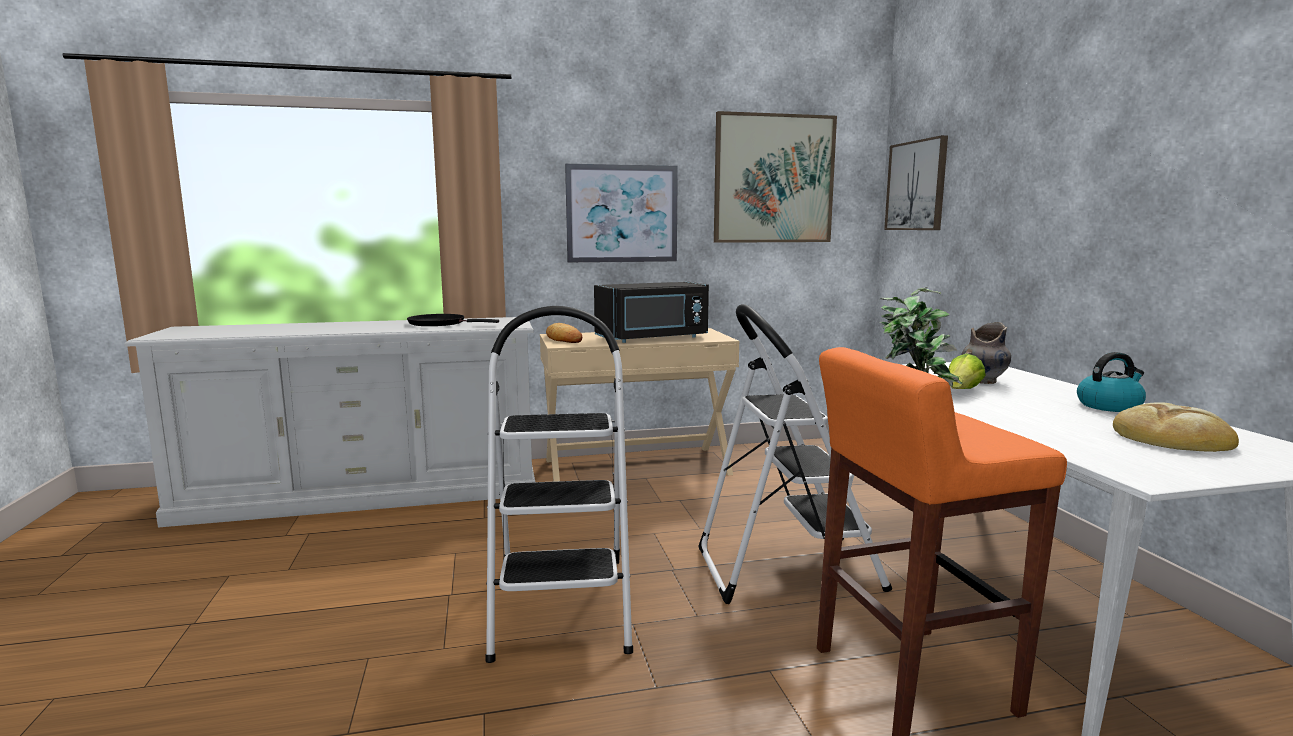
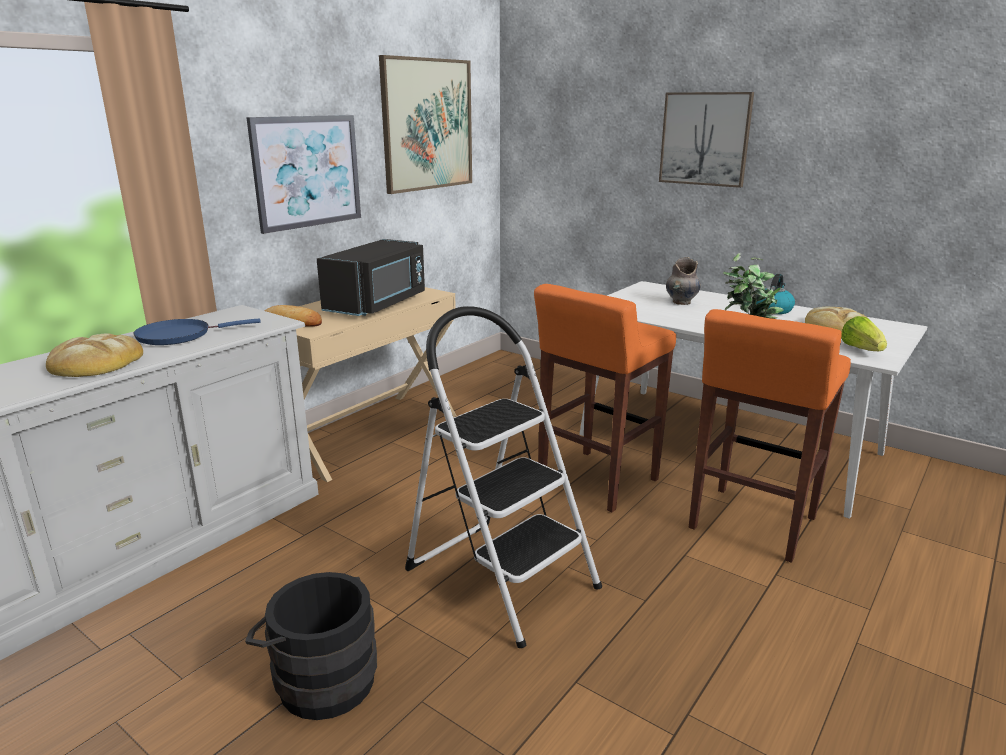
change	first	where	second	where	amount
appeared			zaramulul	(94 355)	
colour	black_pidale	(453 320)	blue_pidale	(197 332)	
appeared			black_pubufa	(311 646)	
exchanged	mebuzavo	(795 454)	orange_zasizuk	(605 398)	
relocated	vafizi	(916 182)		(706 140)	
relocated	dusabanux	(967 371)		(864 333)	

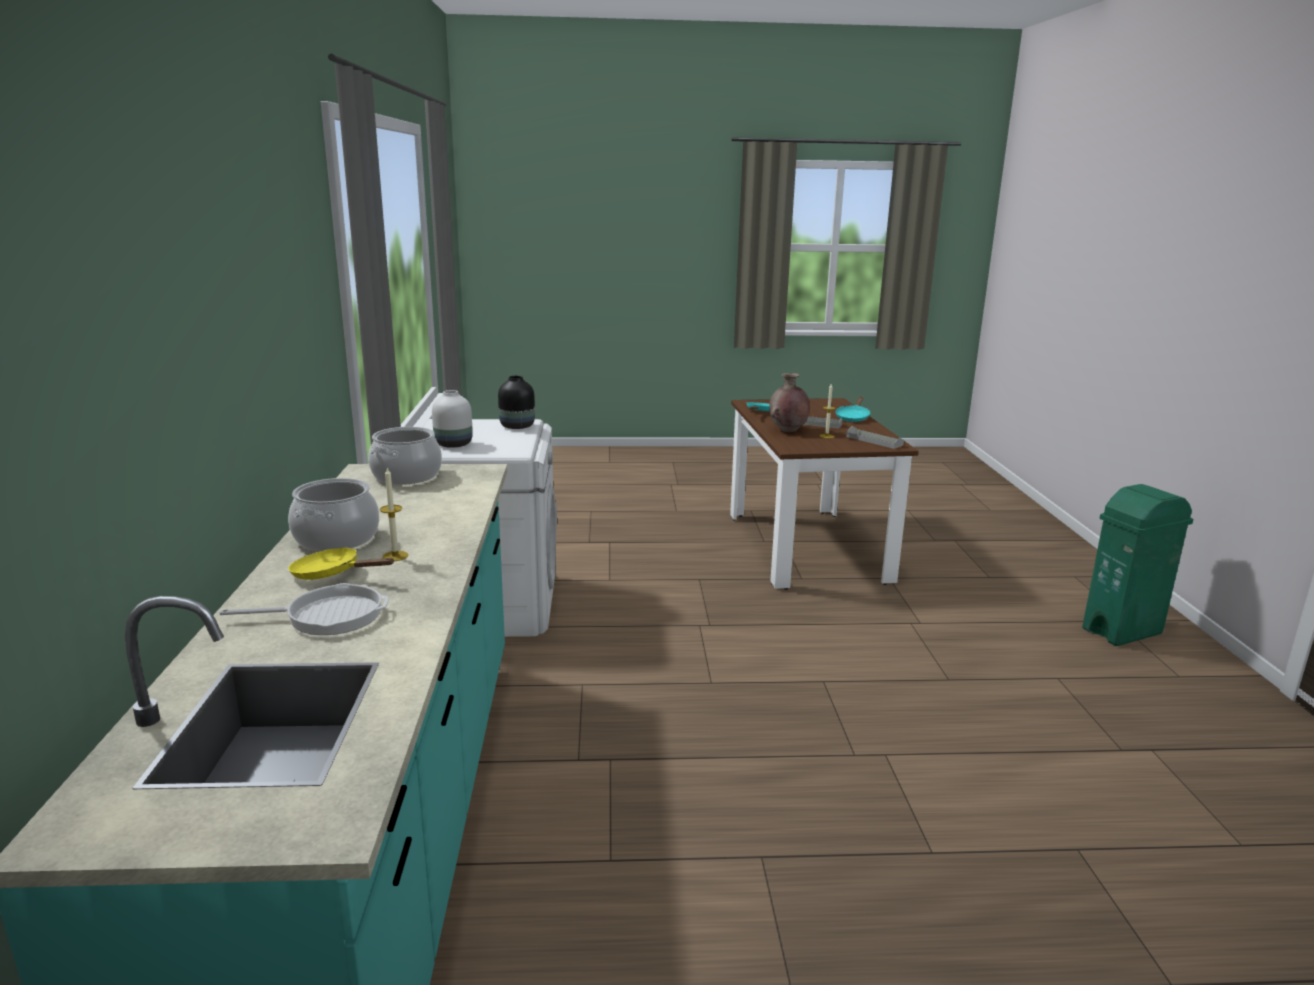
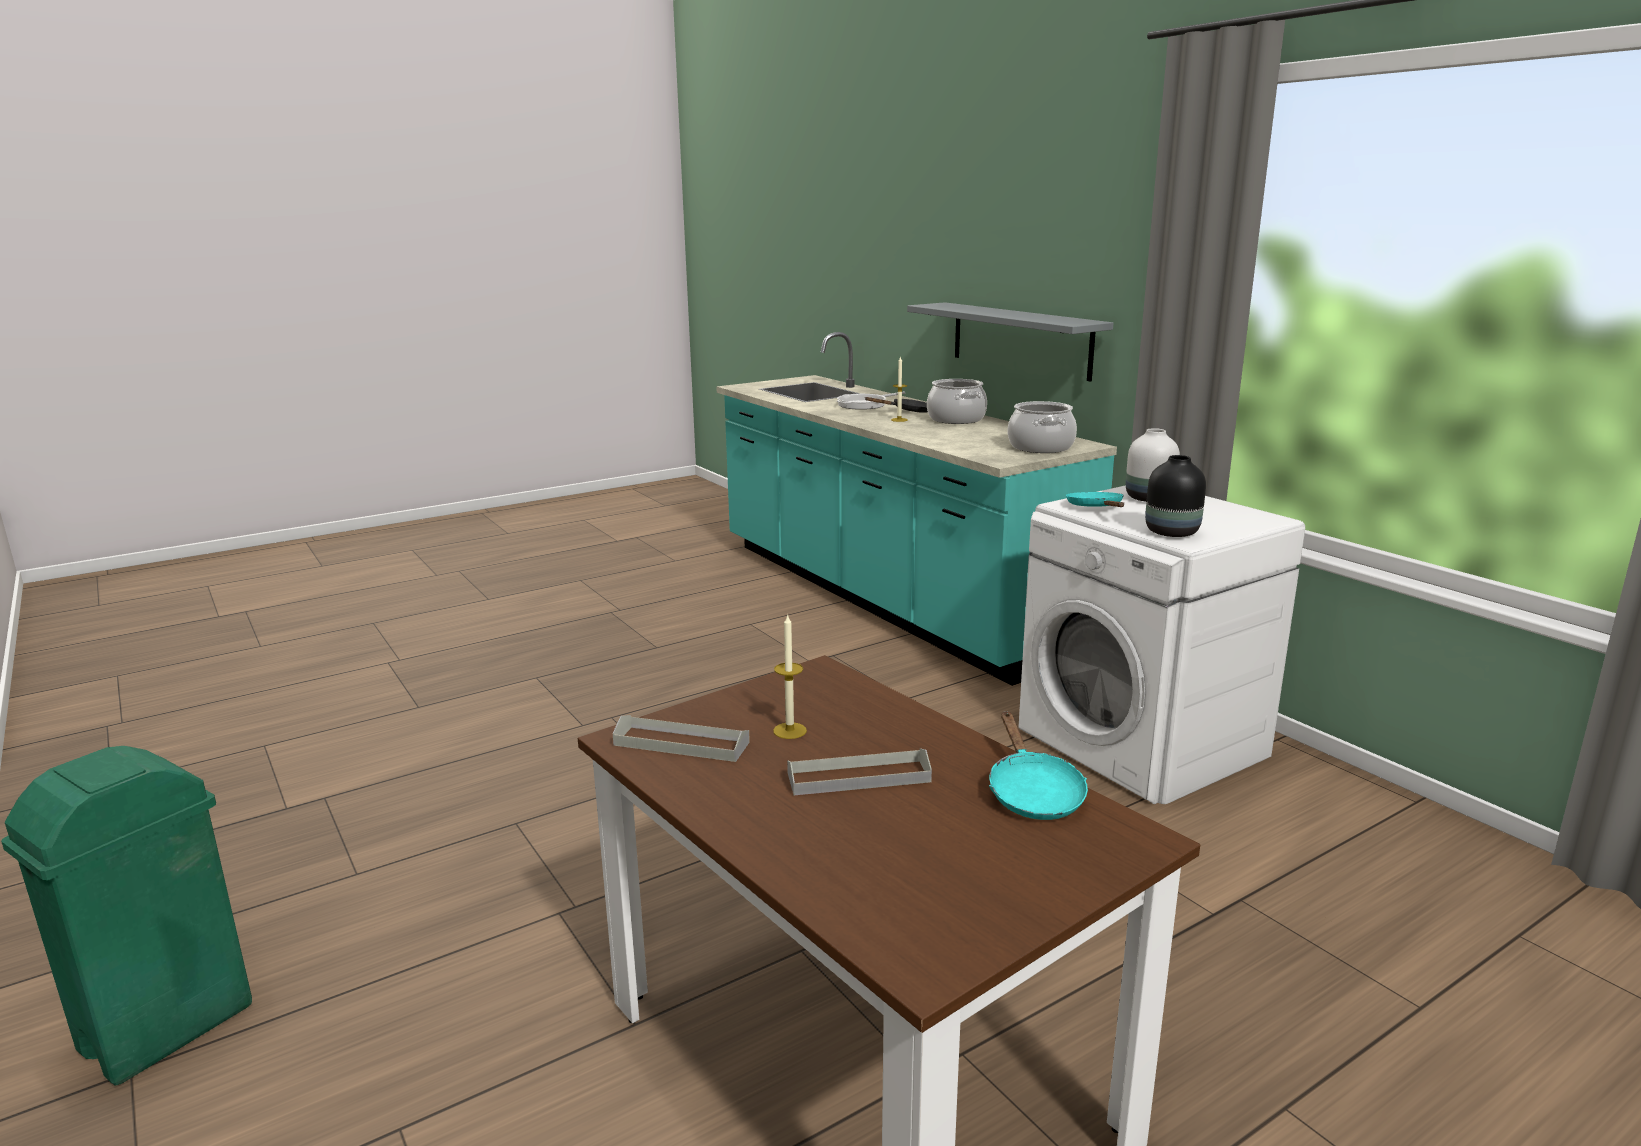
change	first	where	second	where	amount
colour	yellow_pidale	(341 563)	black_pidale	(896 405)	
appeared			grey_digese	(1010 342)	
relocated	turquoise_pidale	(852 409)		(1095 499)	
missing	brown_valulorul	(789 402)			

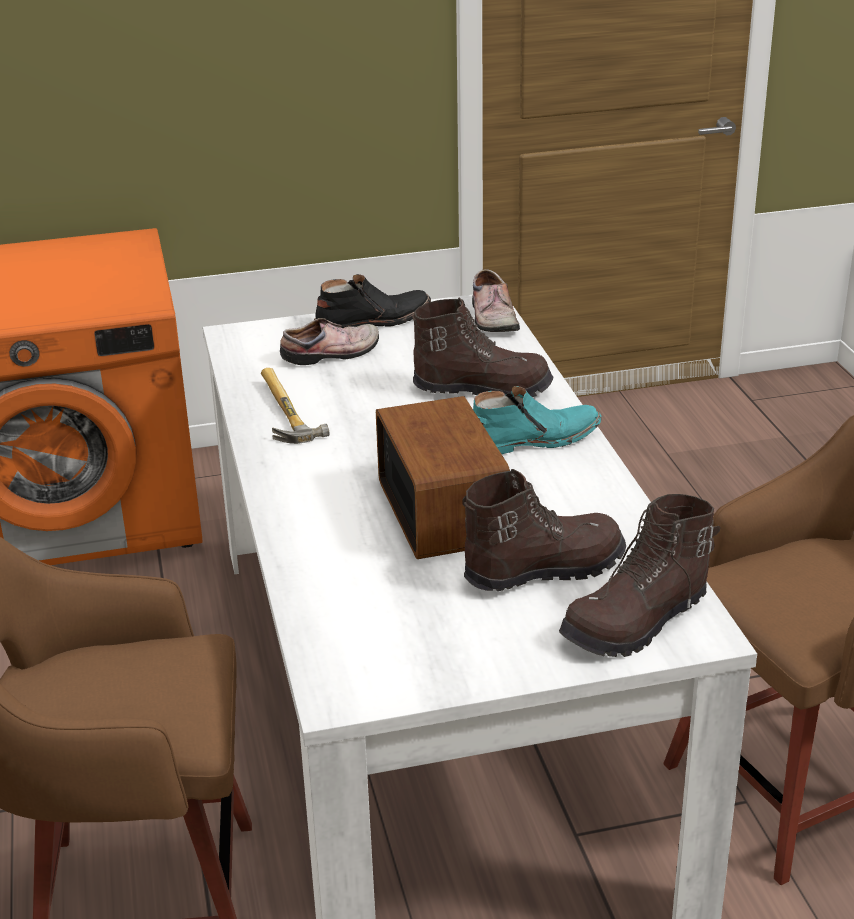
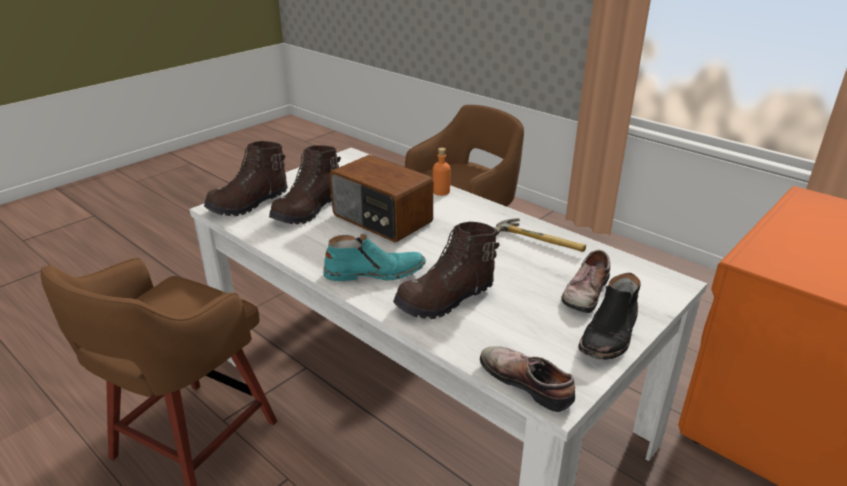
change	first	where	second	where	amount
spun	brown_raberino	(640 575)		(246 178)	150 degrees counterclockwise
spun	turquoise_raberino	(537 420)		(374 257)	135 degrees counterclockwise
appeared			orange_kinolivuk	(441 172)	

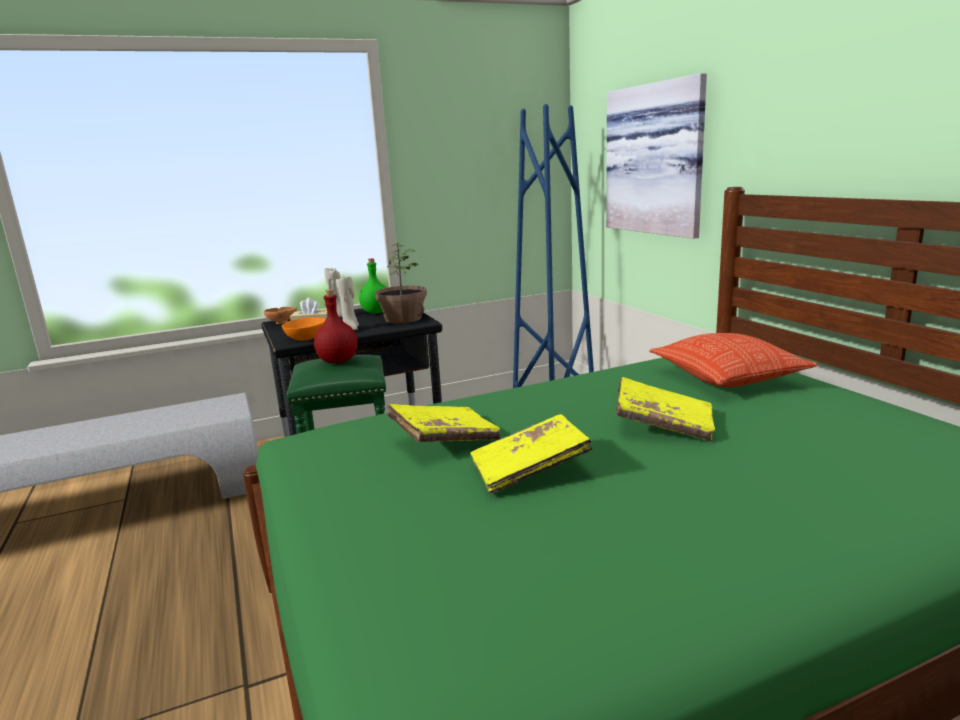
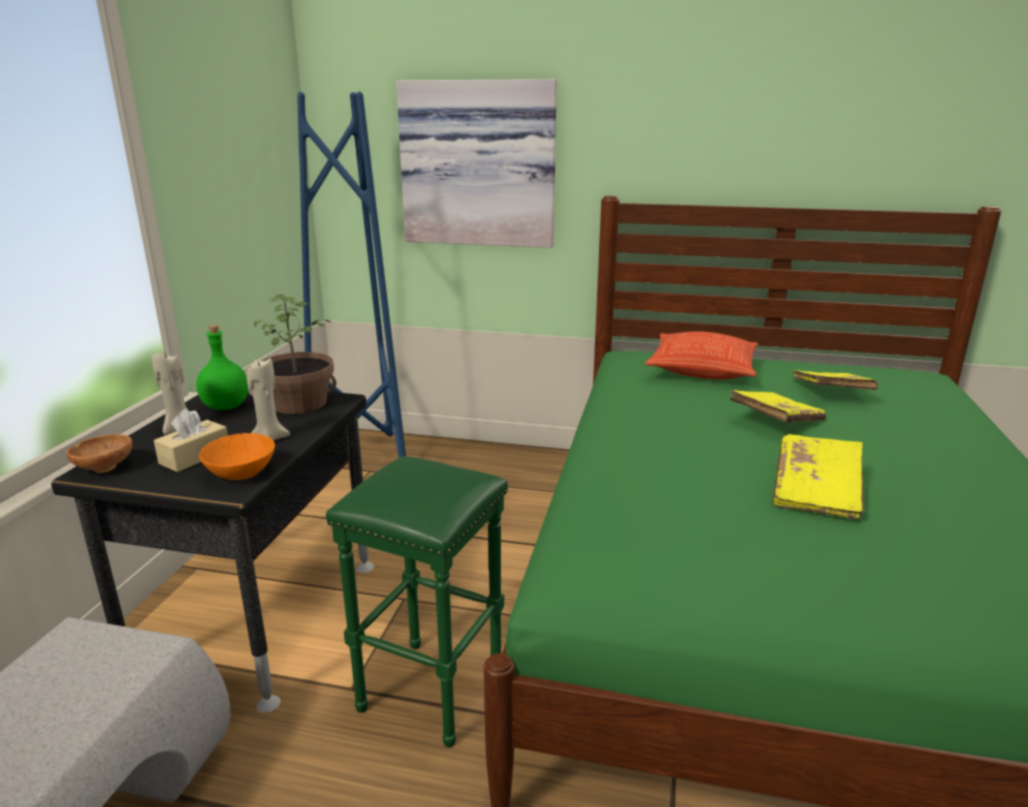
change	first	where	second	where	amount
relocated	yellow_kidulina	(443 423)		(835 380)	
missing	red_kinolivuk	(335 326)			

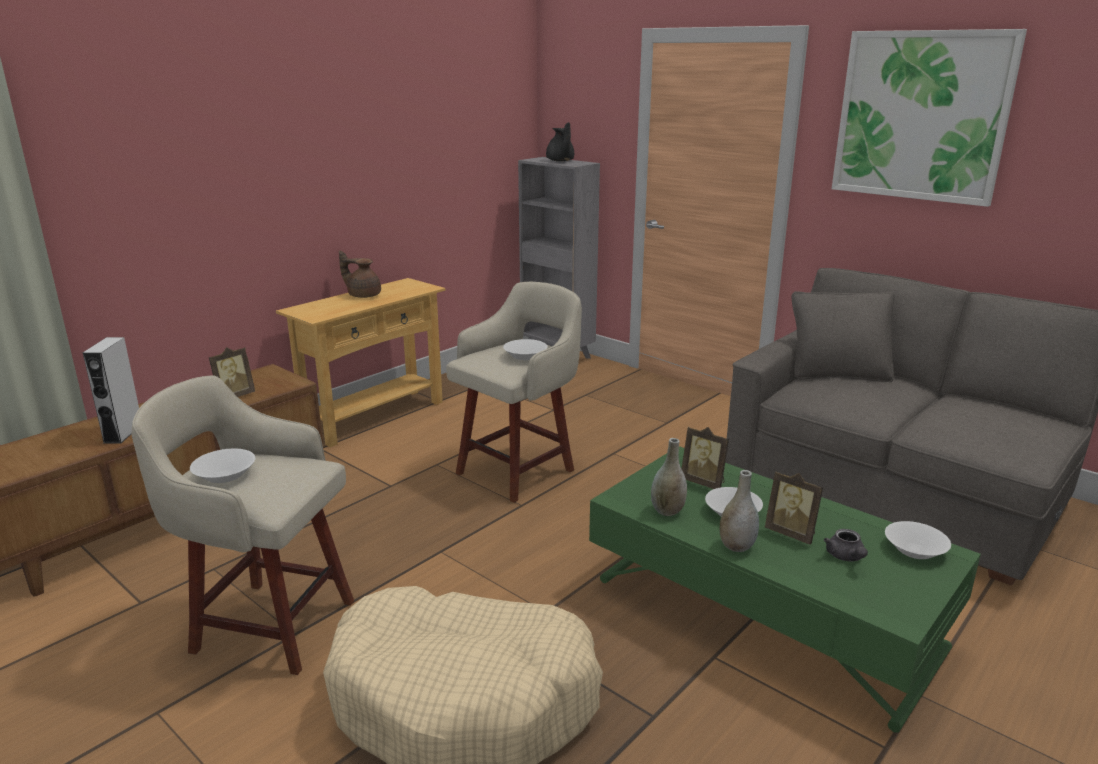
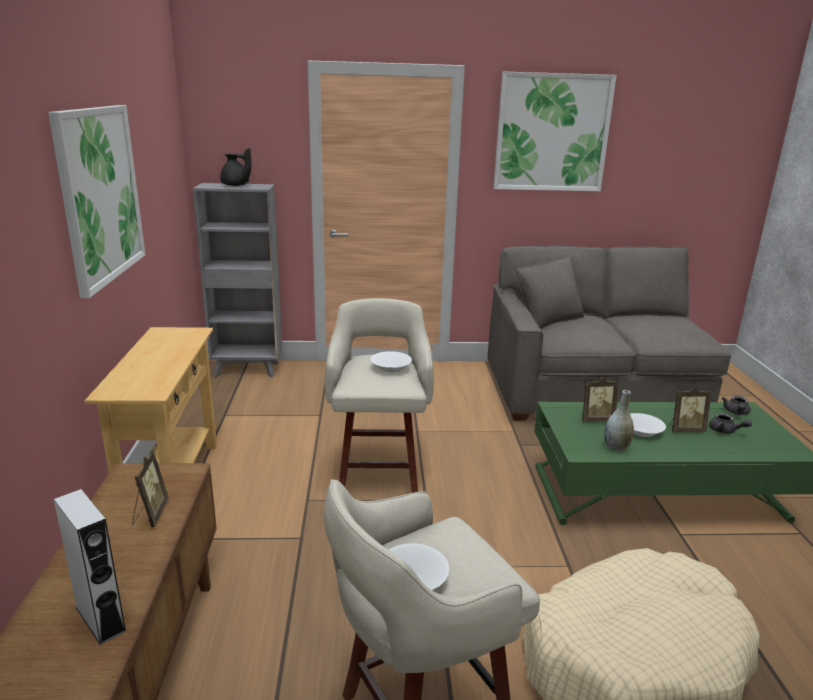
change	first	where	second	where	amount
appeared			vafizi	(96 201)	
exchanged	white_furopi	(918 540)	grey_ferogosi	(736 405)	
missing	brown_ferogosi	(360 274)			
missing	grey_valulorul	(739 511)			

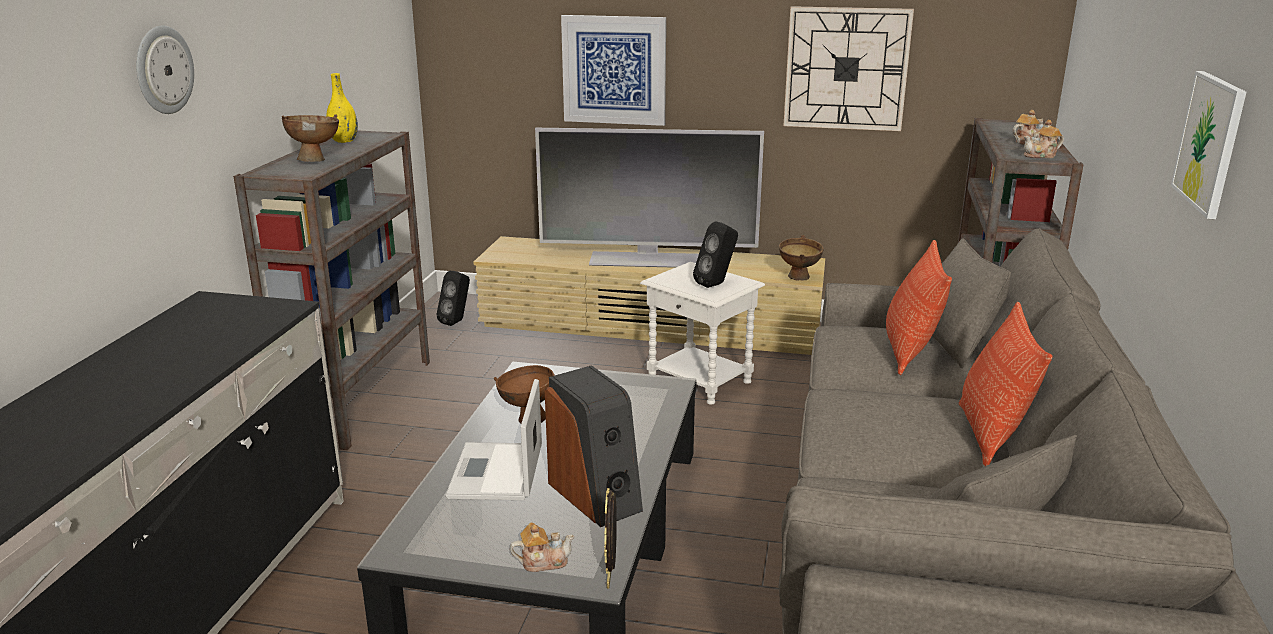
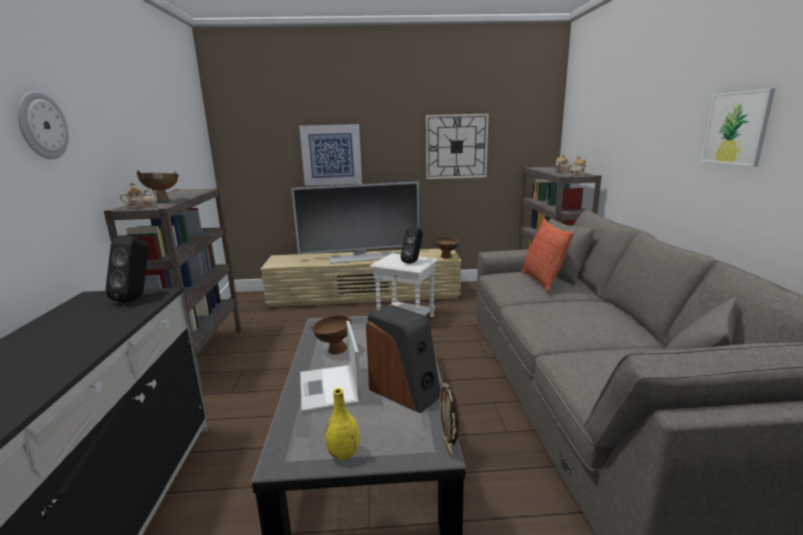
change	first	where	second	where	amount
relocated	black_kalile	(453 298)		(126 268)	
relocated	ferogosi	(542 547)		(138 195)	
relocated	yellow_valulorul	(342 108)		(342 424)	
missing	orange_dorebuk	(1005 384)			

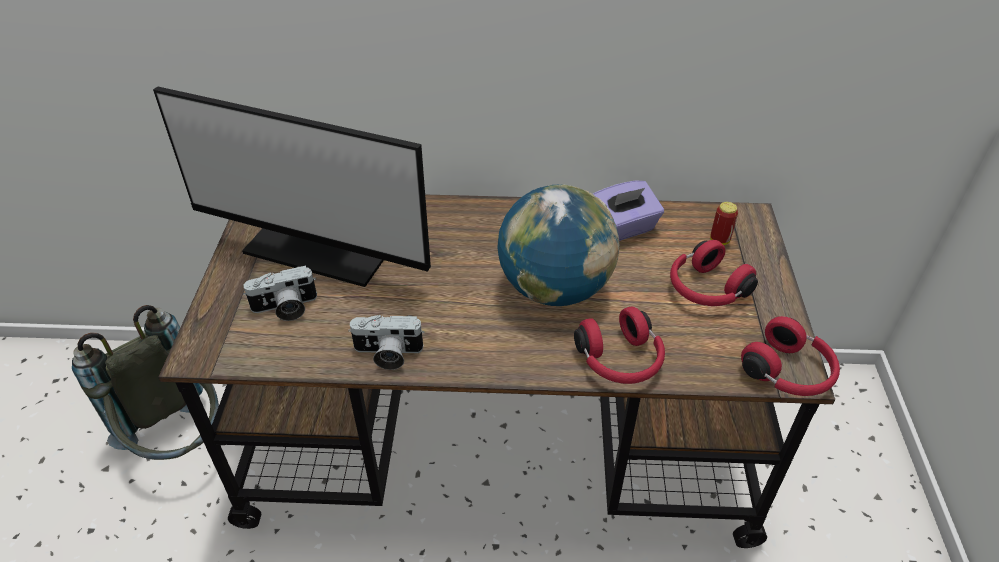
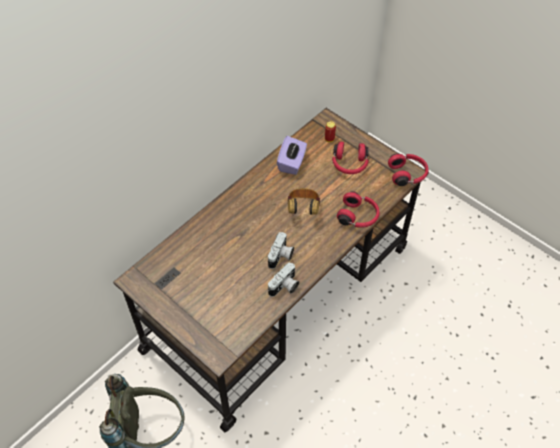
change	first	where	second	where	amount
relocated	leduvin	(280 293)		(281 250)	
exchanged	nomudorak	(558 245)	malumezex	(304 201)	
missing	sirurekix	(292 186)			

